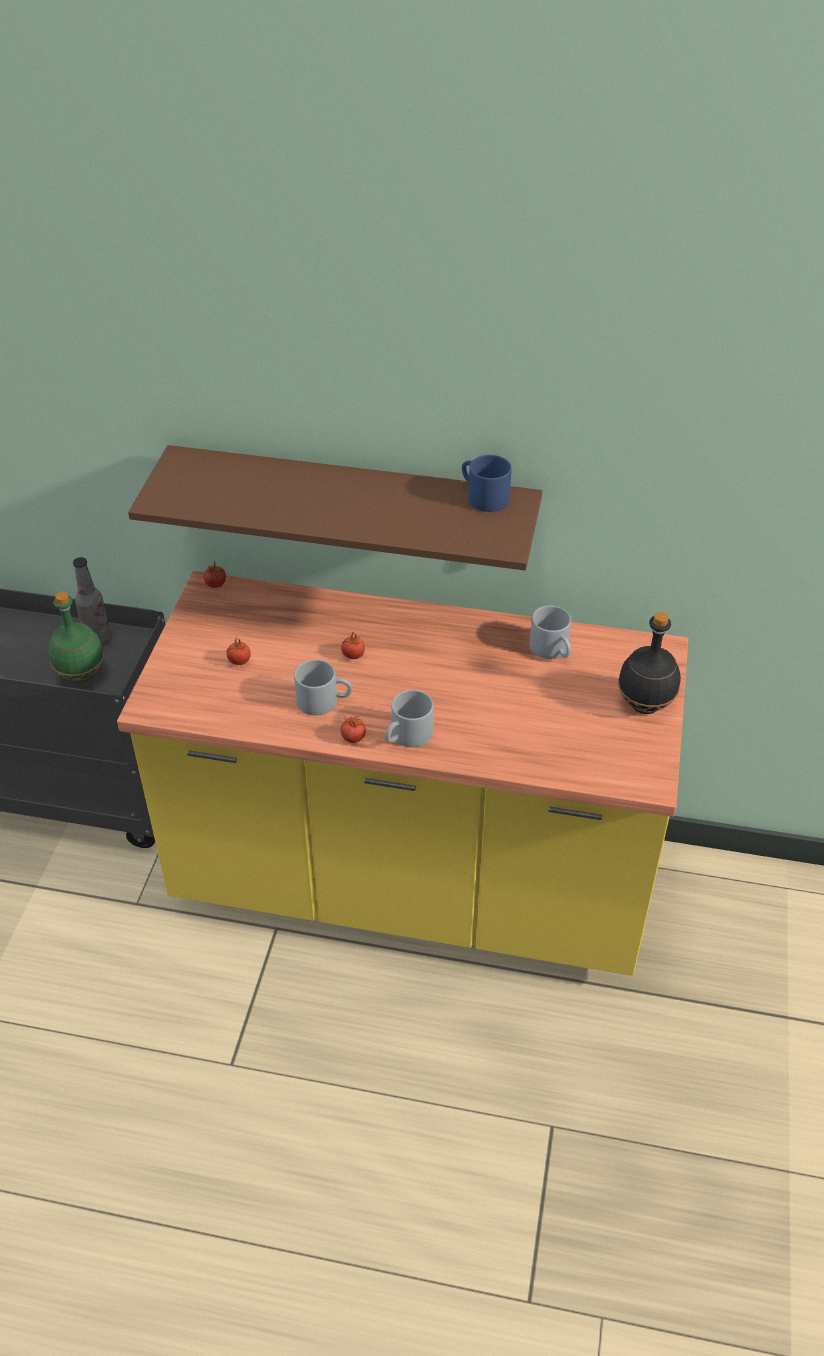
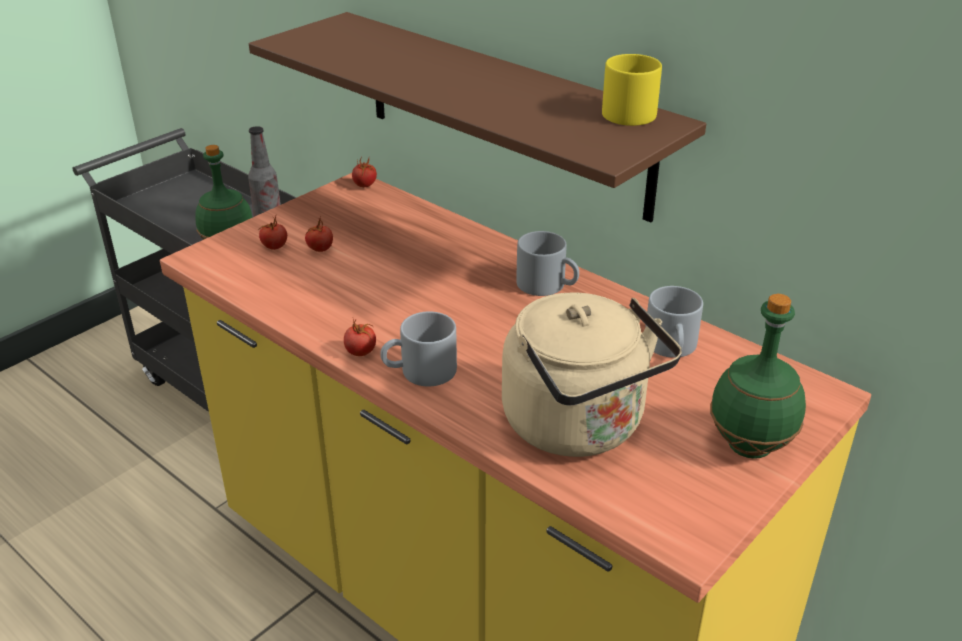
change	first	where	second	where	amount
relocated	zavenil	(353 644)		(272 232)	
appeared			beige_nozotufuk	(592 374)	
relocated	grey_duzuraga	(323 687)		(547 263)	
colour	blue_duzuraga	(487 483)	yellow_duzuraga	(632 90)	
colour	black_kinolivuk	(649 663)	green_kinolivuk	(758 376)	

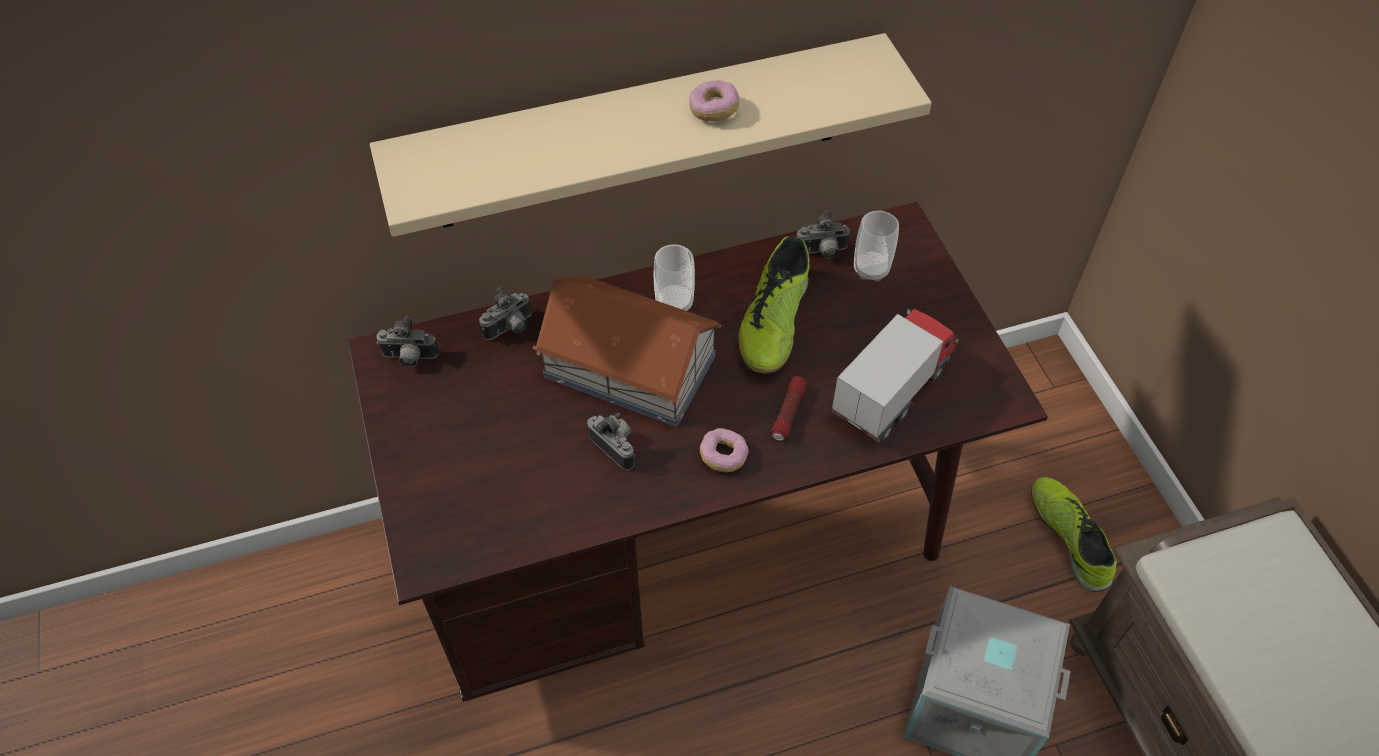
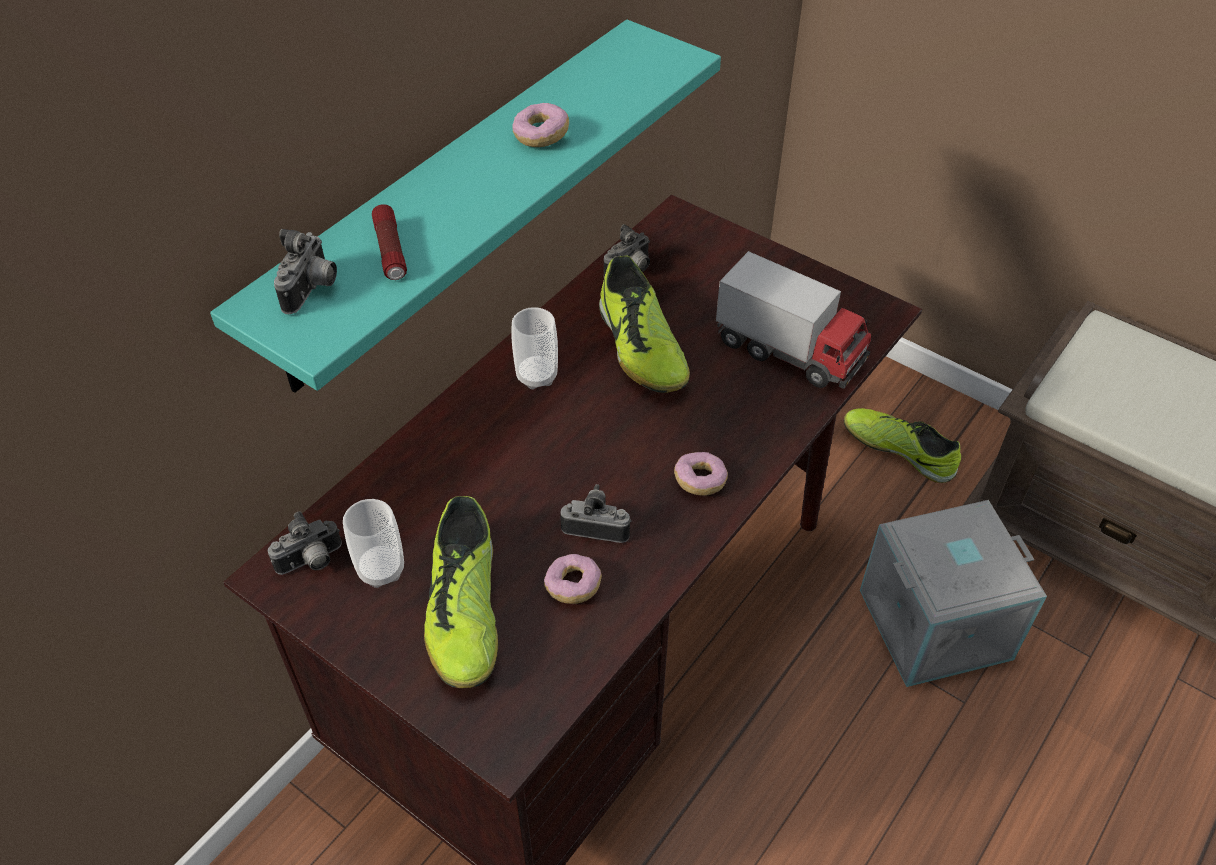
change	first	where	second	where	amount
colour	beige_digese	(651 135)	turquoise_digese	(465 206)	
relocated	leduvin	(505 313)		(305 271)	
relocated	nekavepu	(876 246)		(373 543)	
relocated	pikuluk	(789 408)		(389 242)	
appeared			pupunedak	(461 592)	
appeared			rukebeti	(573 579)	
spun	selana	(895 375)		(793 320)	120 degrees clockwise
missing	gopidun	(626 351)			

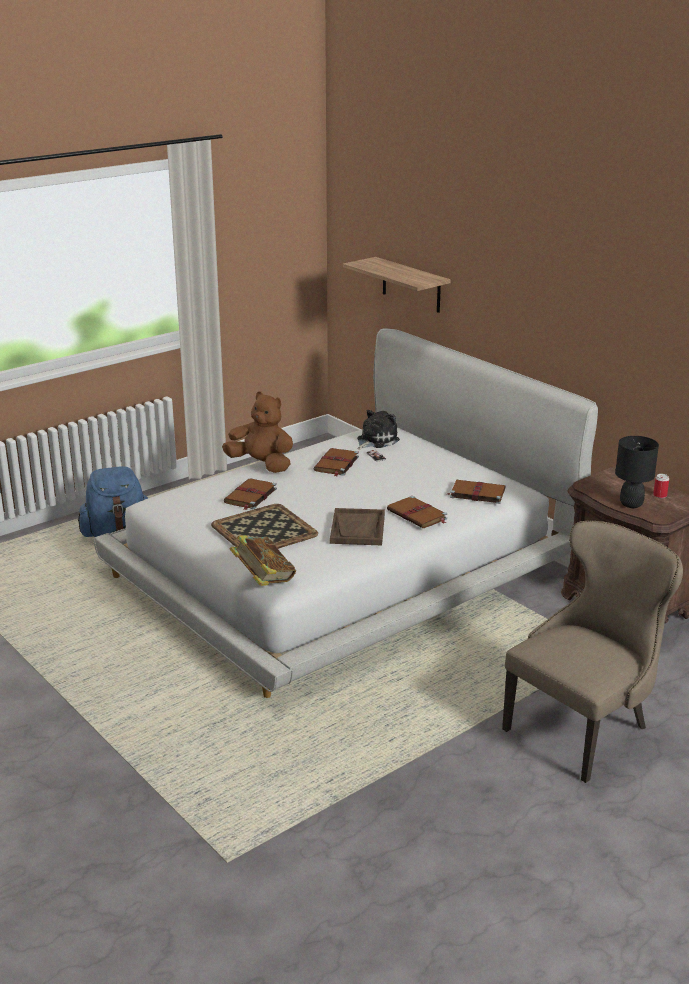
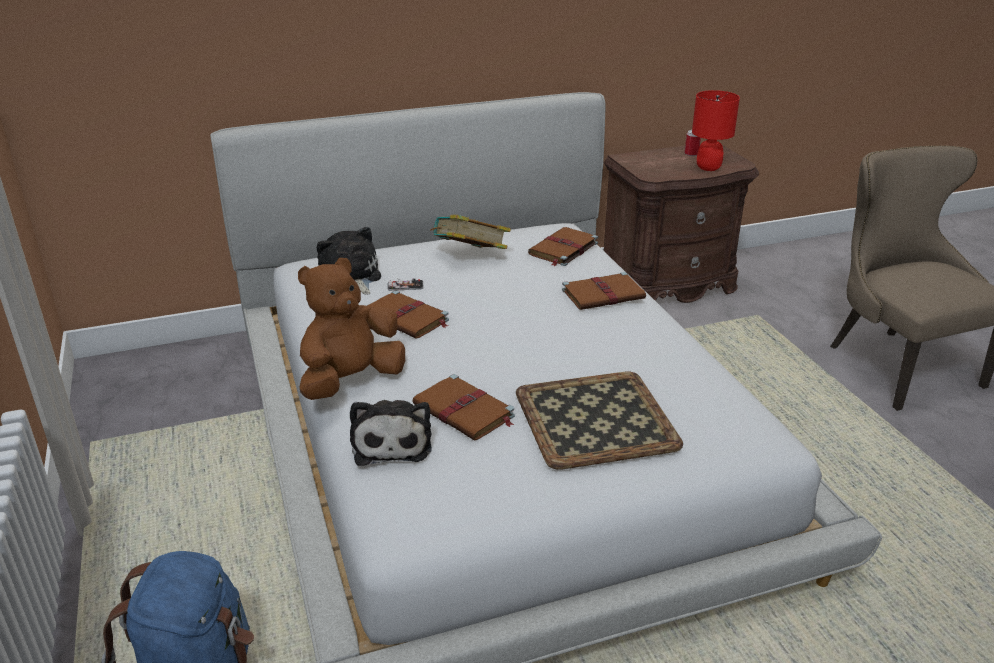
change	first	where	second	where	amount
appeared			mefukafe	(391 433)	
relocated	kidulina	(263 560)		(470 232)	
colour	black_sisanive	(637 472)	red_sisanive	(716 130)	
missing	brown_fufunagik	(357 526)			
missing	digese	(397 285)			

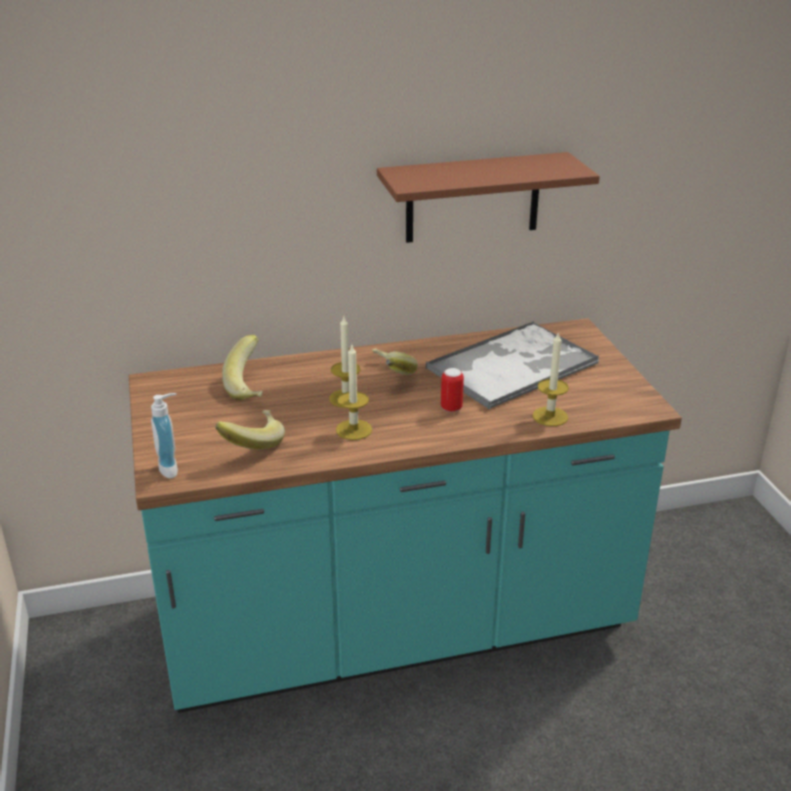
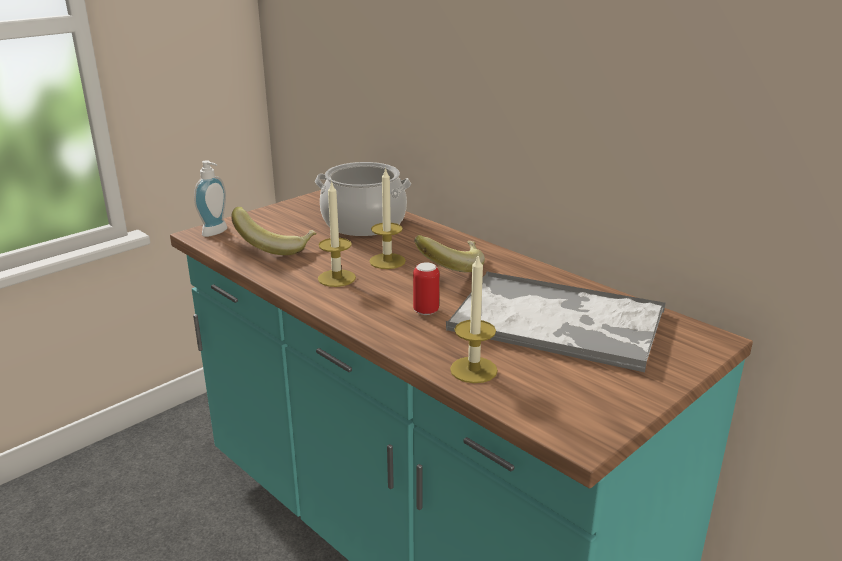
change	first	where	second	where	amount
exchanged	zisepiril	(242 367)	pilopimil	(363 199)	
missing	brown_digese	(488 197)			

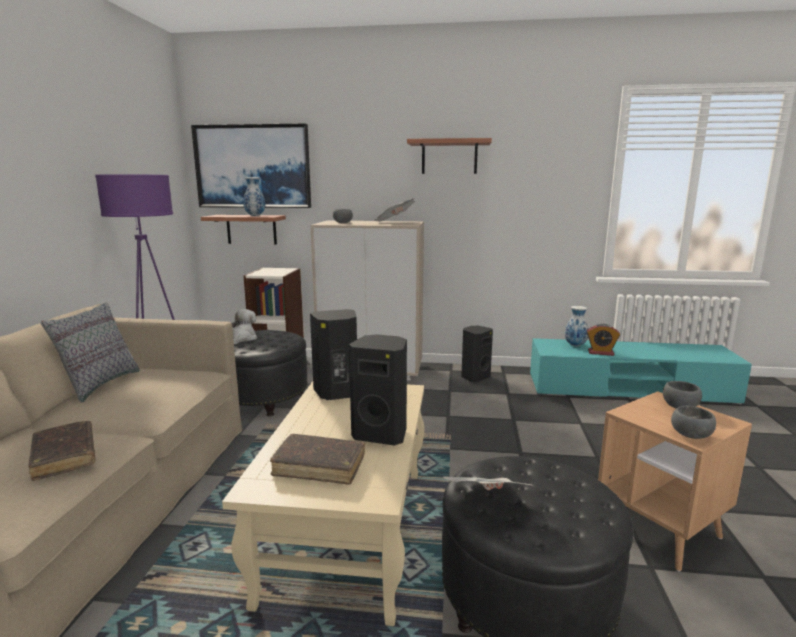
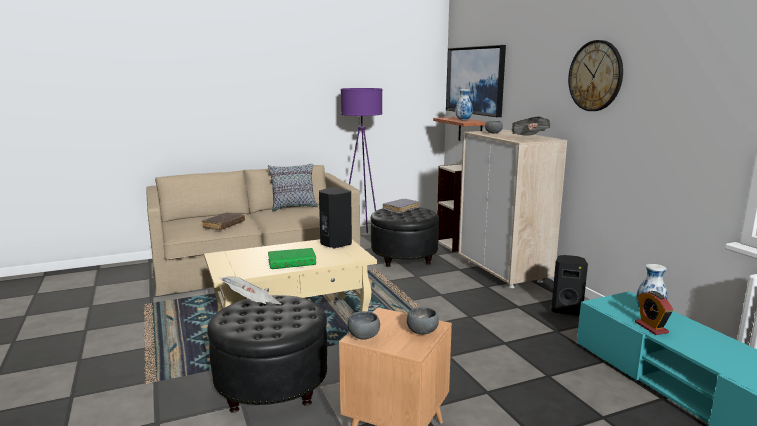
change	first	where	second	where	amount
exchanged	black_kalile	(378 390)	green_kidulina	(292 258)	
exchanged	mefukafe	(244 327)	grey_kidulina	(401 206)	
exchanged	digese	(449 156)	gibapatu	(595 75)	
missing	brown_kidulina	(317 459)			

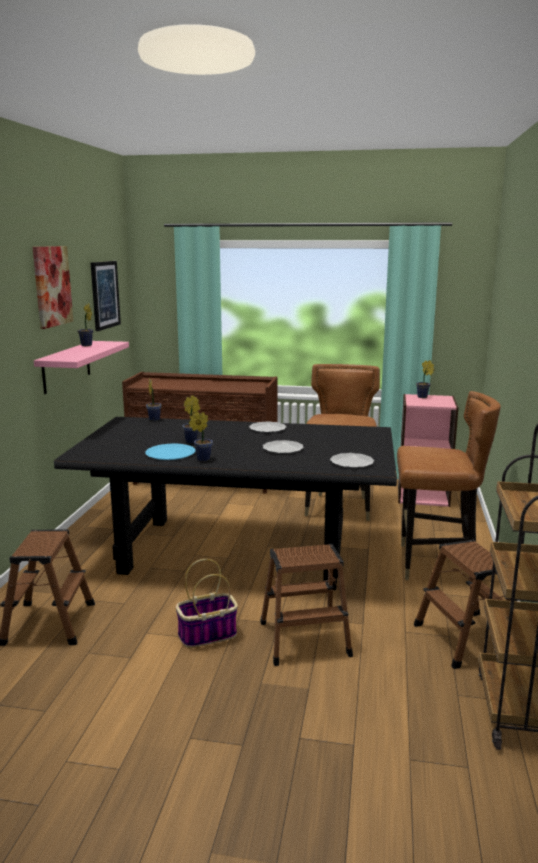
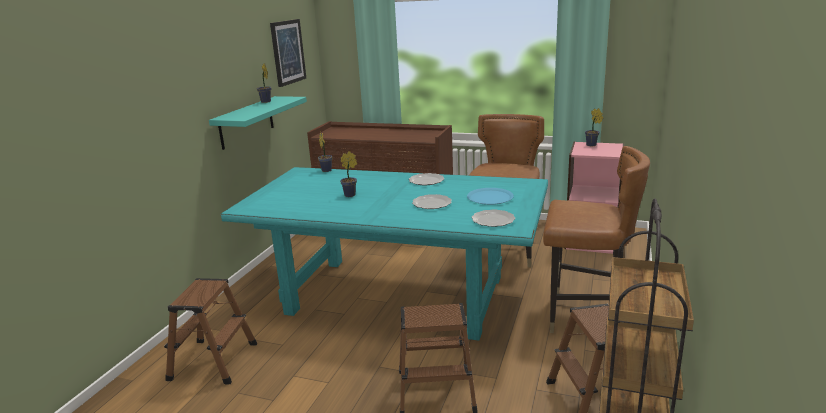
change	first	where	second	where	amount
colour	pink_digese	(81 367)	turquoise_digese	(258 123)	
colour	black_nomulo	(225 503)	turquoise_nomulo	(384 254)	
relocated	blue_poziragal	(170 452)		(490 196)	
missing	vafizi	(52 287)			
missing	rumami	(206 603)			
missing	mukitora	(201 436)			

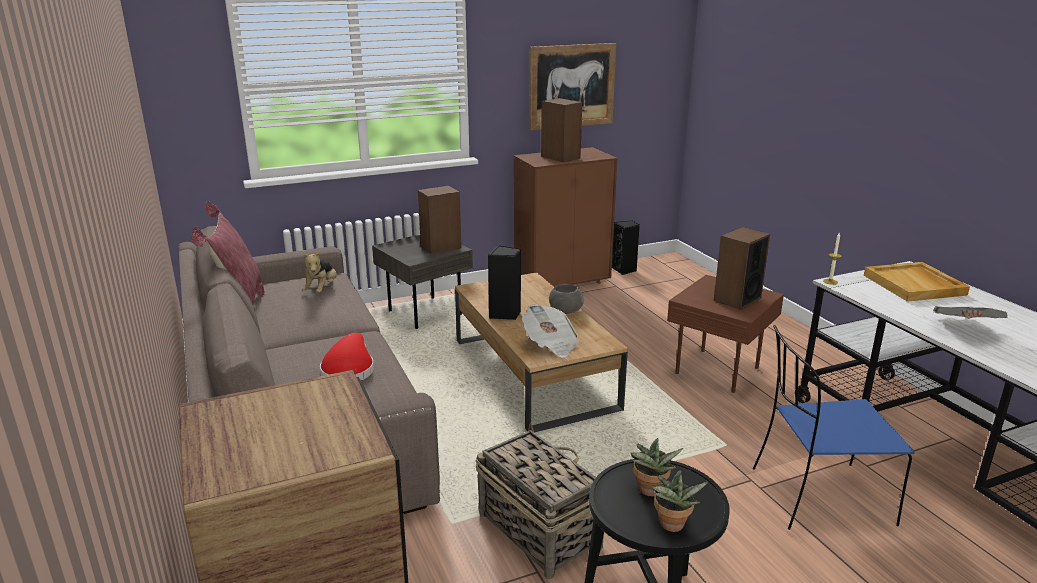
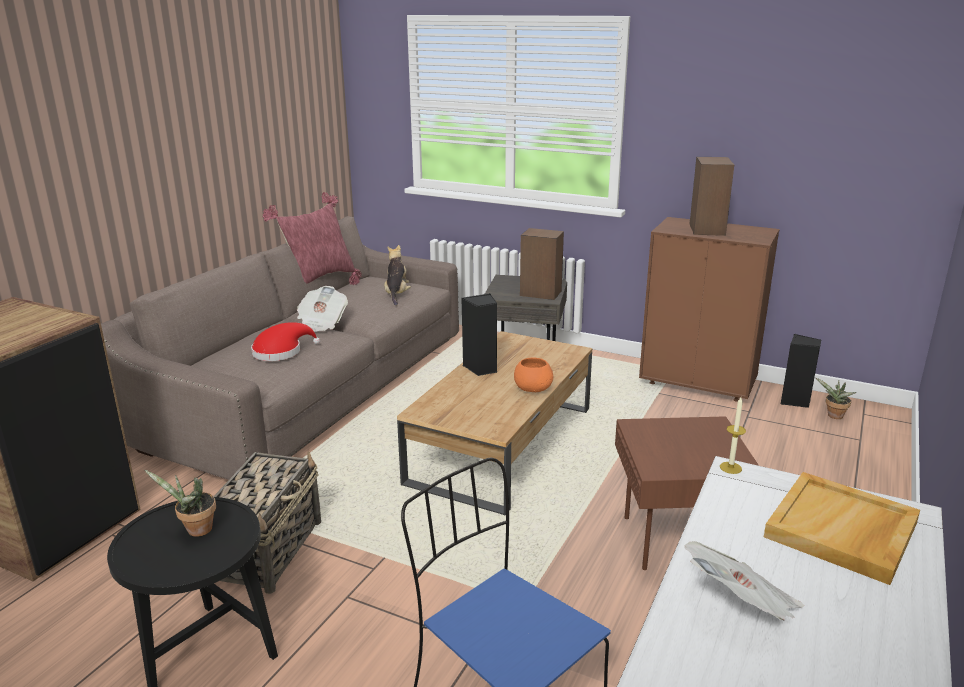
change	first	where	second	where	amount
relocated	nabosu	(551 331)		(322 309)	
spun	mefukafe	(319 272)		(397 275)	120 degrees clockwise
colour	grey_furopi	(566 299)	orange_furopi	(533 375)	
relocated	mukitora	(679 501)		(836 398)	
missing	vafizi	(573 87)			
missing	kalile	(742 268)			

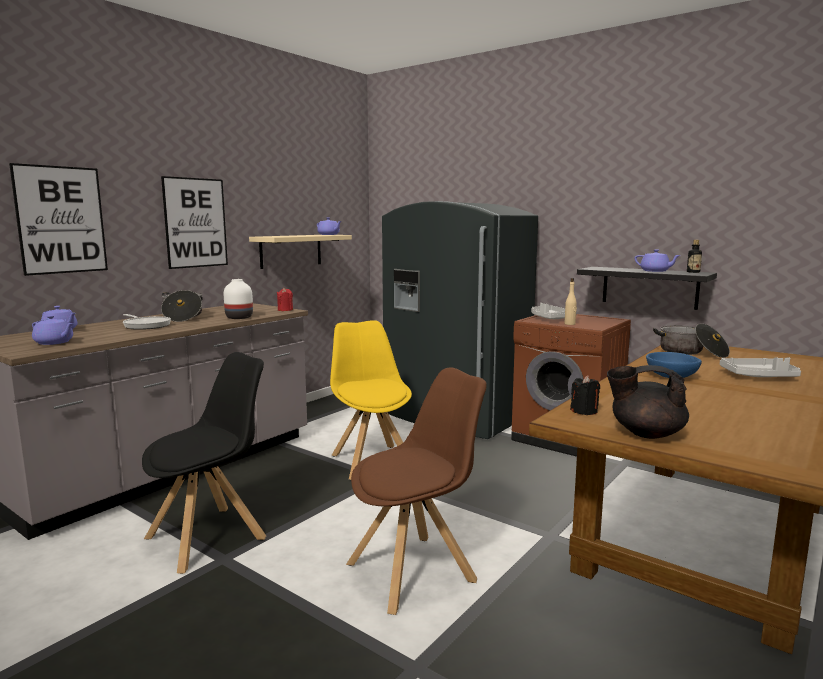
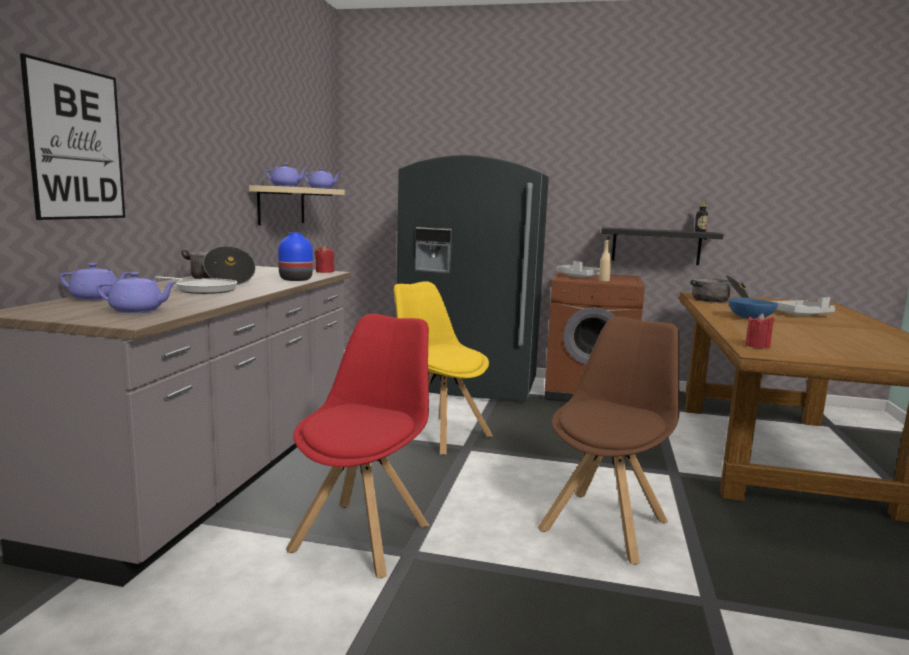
change	first	where	second	where	amount
relocated	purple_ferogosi	(657 260)		(286 175)	
colour	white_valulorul	(238 299)	blue_valulorul	(295 256)	
colour	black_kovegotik	(204 463)	red_kovegotik	(358 446)	
colour	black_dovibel	(585 395)	red_dovibel	(759 331)	
missing	vafizi	(194 222)			
missing	black_ferogosi	(648 402)			

